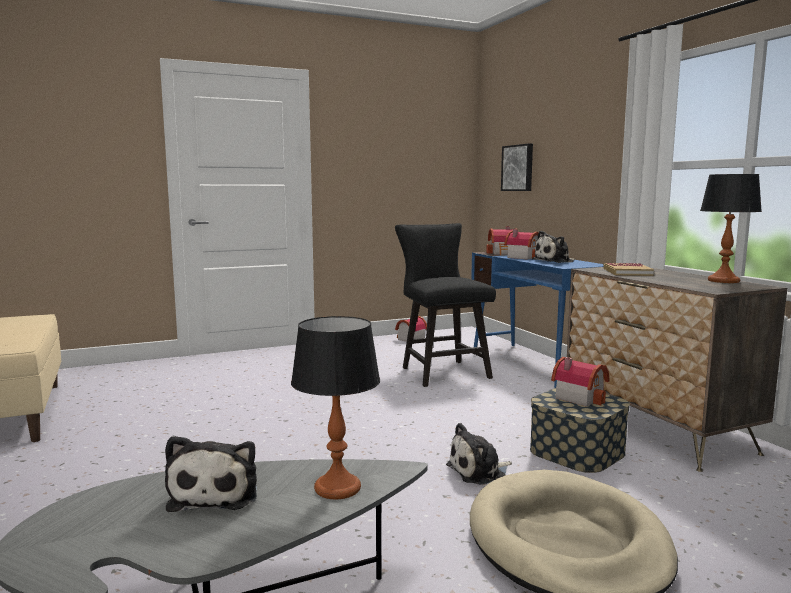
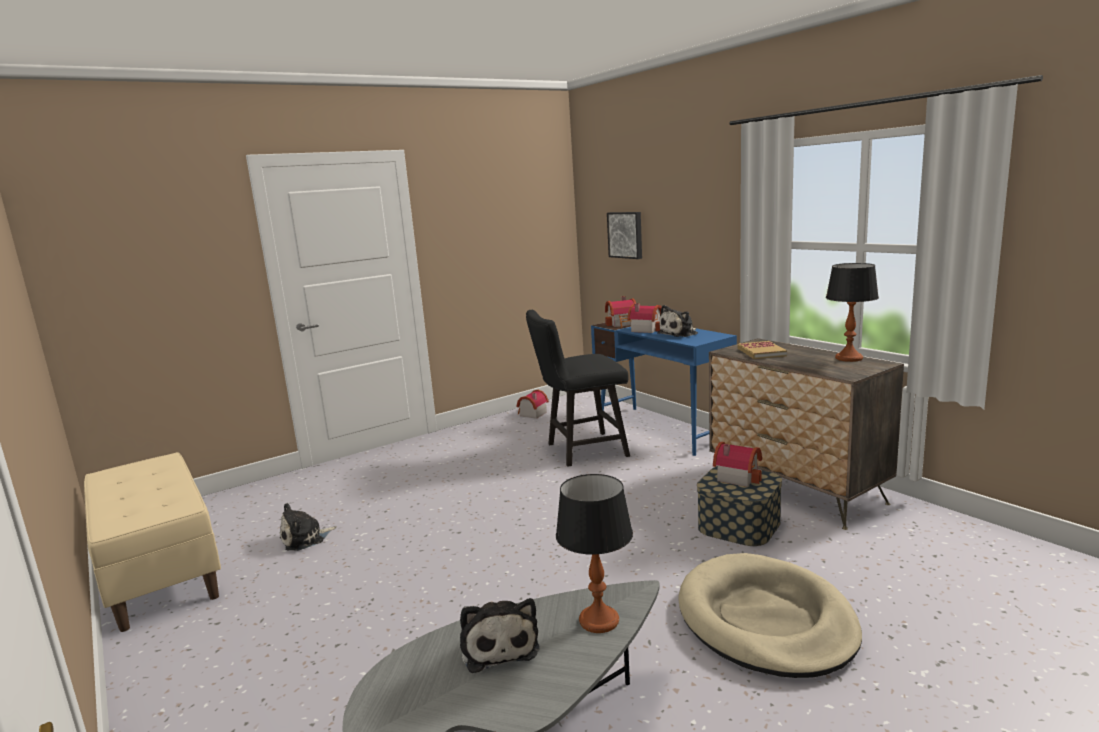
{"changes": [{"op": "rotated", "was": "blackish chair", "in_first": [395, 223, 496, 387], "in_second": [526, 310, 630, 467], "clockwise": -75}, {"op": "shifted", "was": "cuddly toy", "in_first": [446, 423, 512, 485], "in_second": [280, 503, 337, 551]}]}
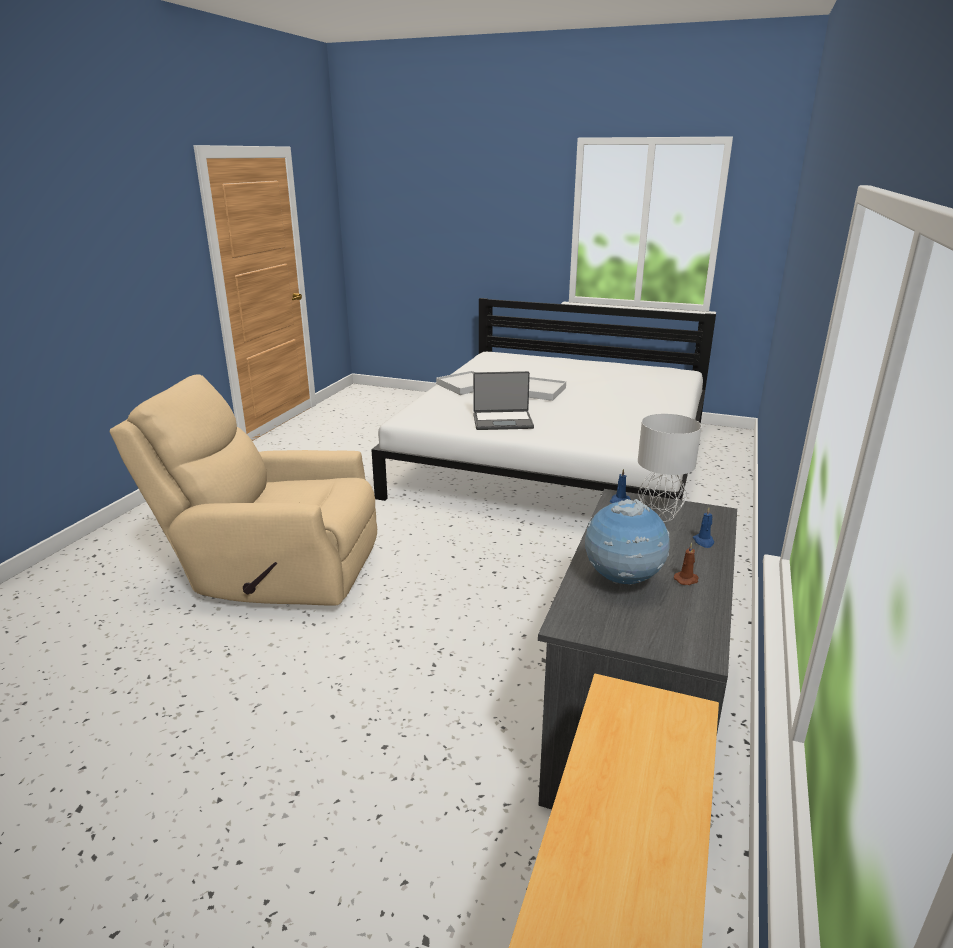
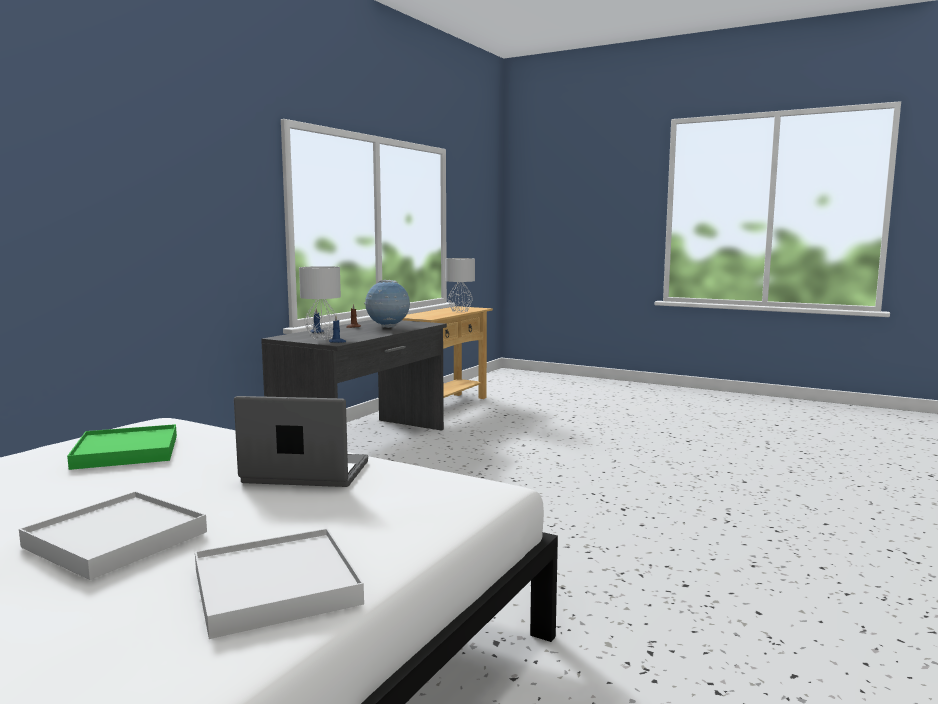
{"changes": [{"op": "gone", "was": "beige lounge chair", "in_first": [110, 374, 377, 606]}, {"op": "new", "now": "grey table lamp", "in_second": [445, 258, 475, 312]}, {"op": "new", "now": "green carrying tray", "in_second": [67, 424, 177, 470]}]}
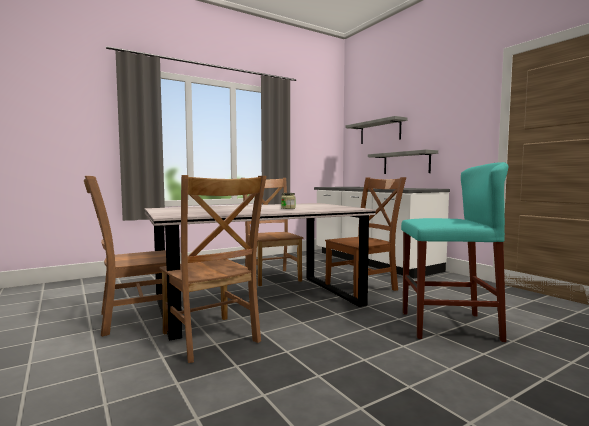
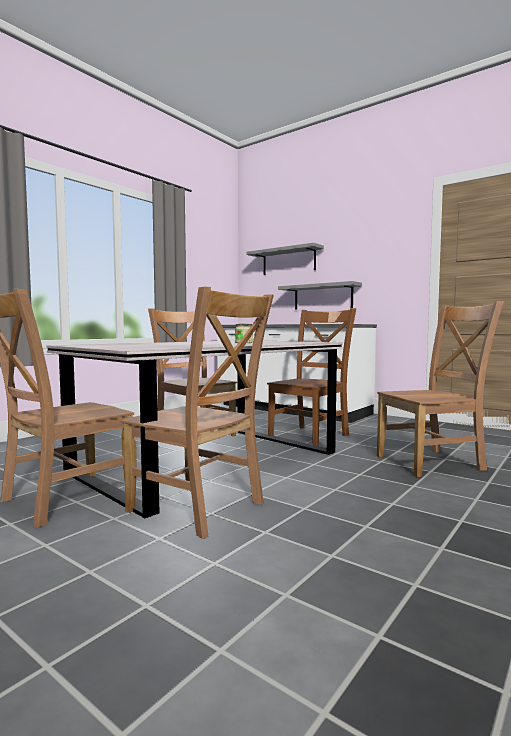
{"changes": [{"op": "swapped", "was": "blue-green sitting stool", "now": "brown chair", "in_first": [401, 162, 508, 342], "in_second": [377, 301, 504, 477]}]}
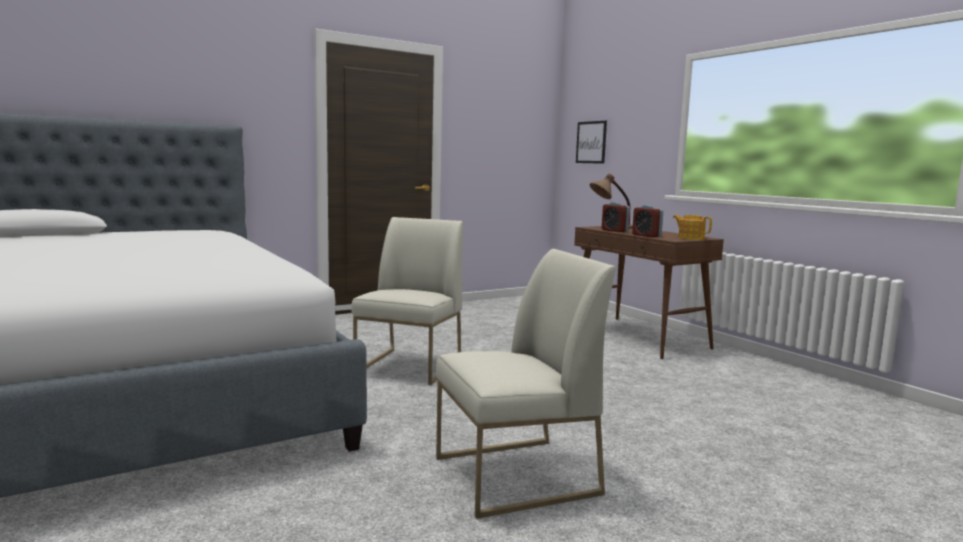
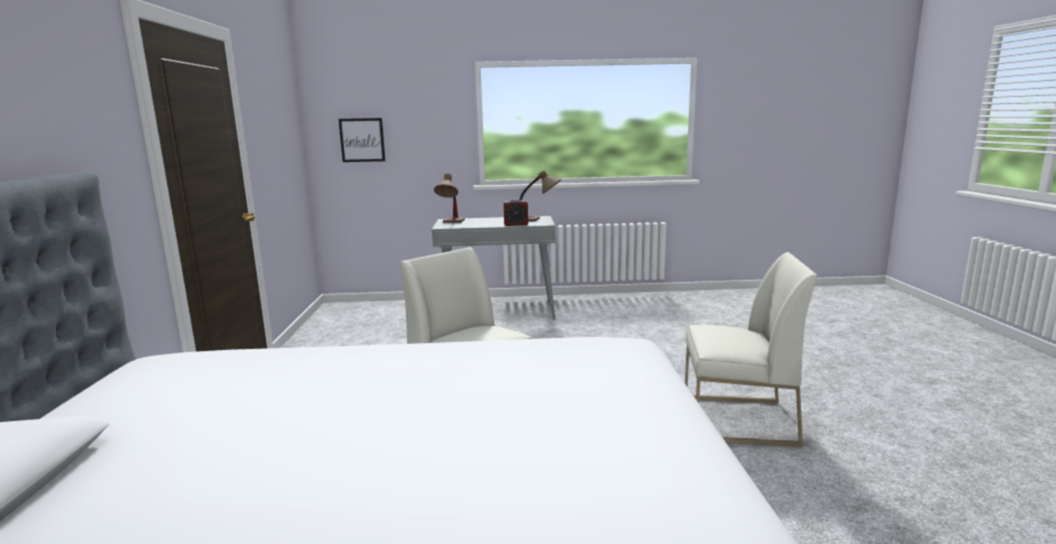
{"changes": [{"op": "gone", "was": "bedside clock", "in_first": [602, 202, 630, 232]}, {"op": "swapped", "was": "teapot", "now": "table lamp", "in_first": [673, 215, 712, 240], "in_second": [520, 170, 561, 221]}, {"op": "repainted", "was": "brown narrow table", "now": "grey narrow table", "in_first": [574, 226, 724, 359], "in_second": [432, 216, 556, 319]}, {"op": "rotated", "was": "whitish chair", "in_first": [436, 249, 616, 519], "in_second": [685, 252, 817, 447], "clockwise": 90}]}
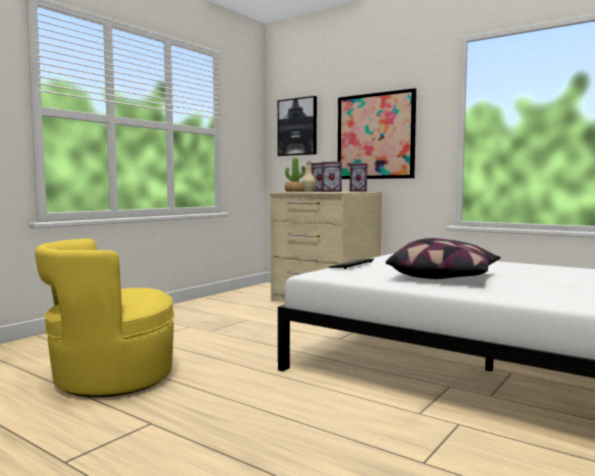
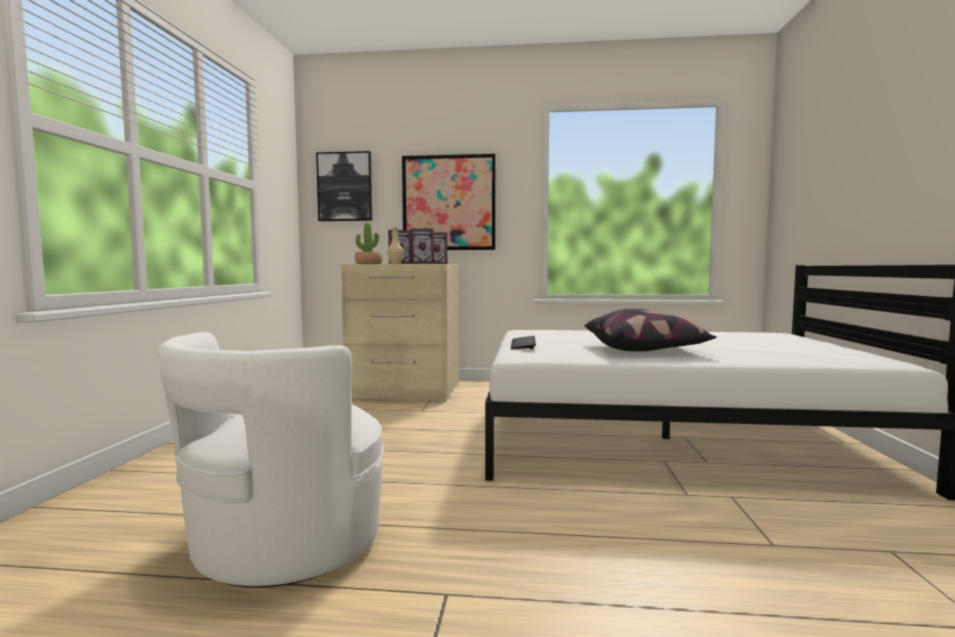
{"changes": [{"op": "repainted", "was": "yellowish lounge chair", "now": "whitish lounge chair", "in_first": [35, 239, 175, 397], "in_second": [158, 332, 384, 588]}]}
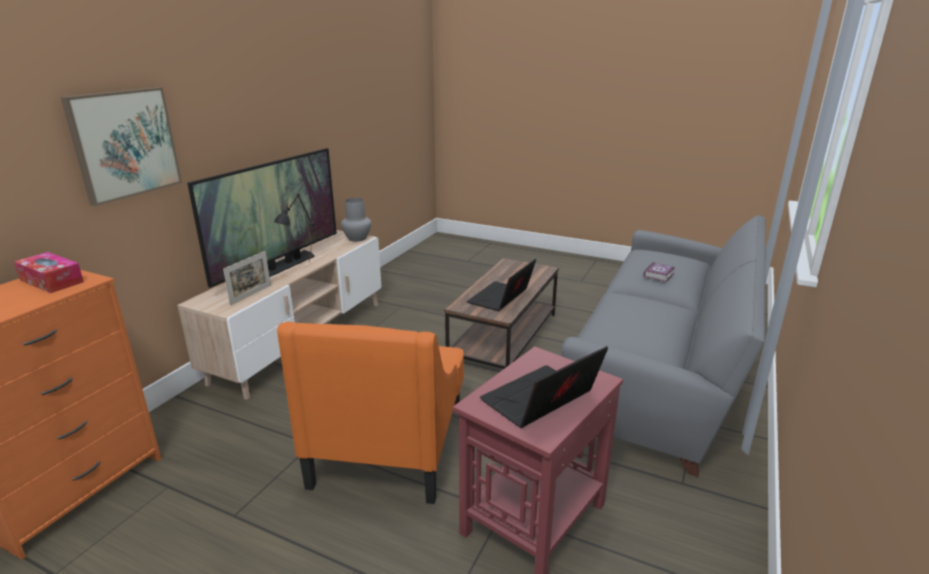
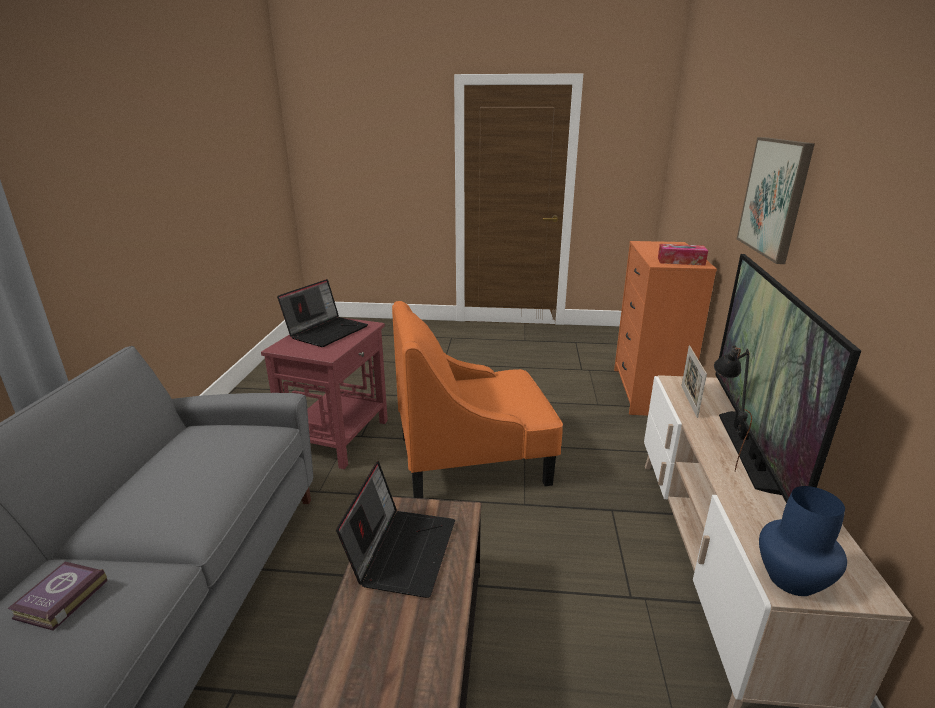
{"changes": [{"op": "repainted", "was": "grey decorative vase", "now": "bluish decorative vase", "in_first": [341, 198, 371, 242], "in_second": [759, 486, 847, 596]}, {"op": "rotated", "was": "orangey lounge chair", "in_first": [277, 322, 464, 504], "in_second": [392, 301, 563, 498], "clockwise": -90}]}
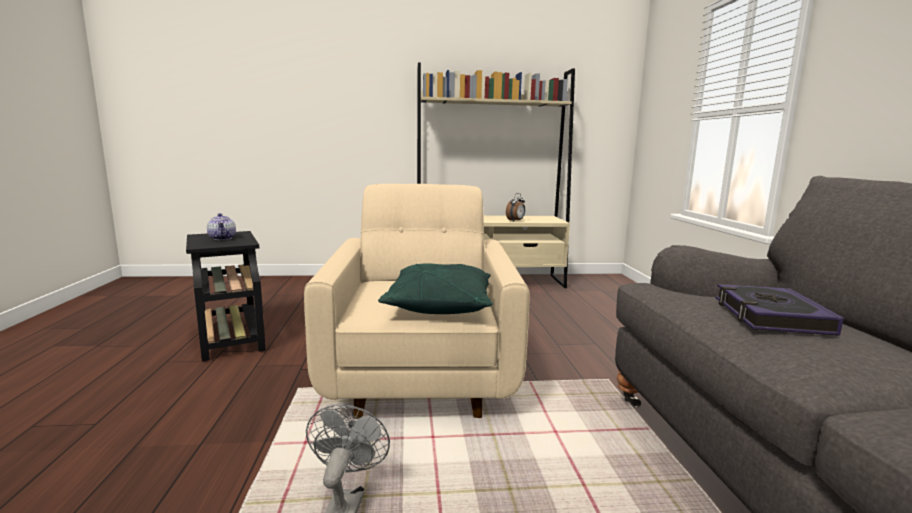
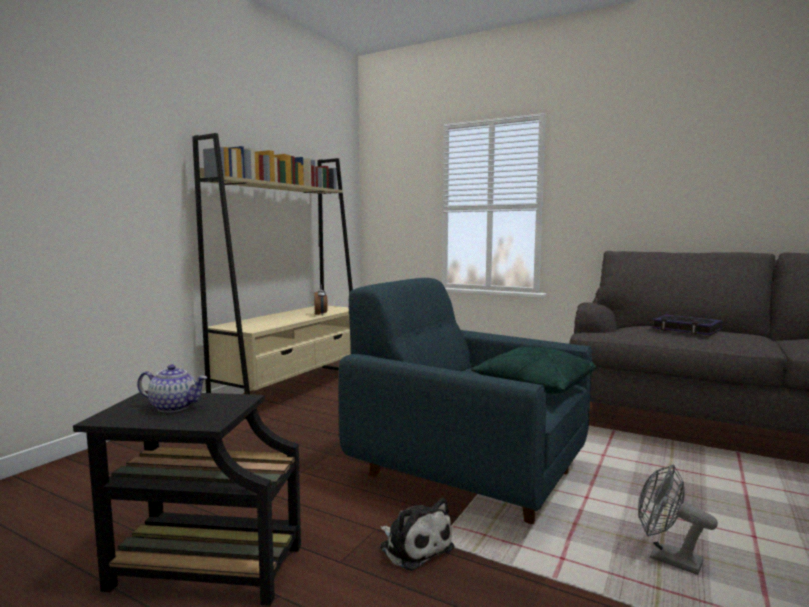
{"changes": [{"op": "repainted", "was": "beige lounge chair", "now": "bluish lounge chair", "in_first": [304, 184, 530, 419], "in_second": [338, 278, 592, 524]}, {"op": "new", "now": "cuddly toy", "in_second": [380, 498, 454, 571]}]}
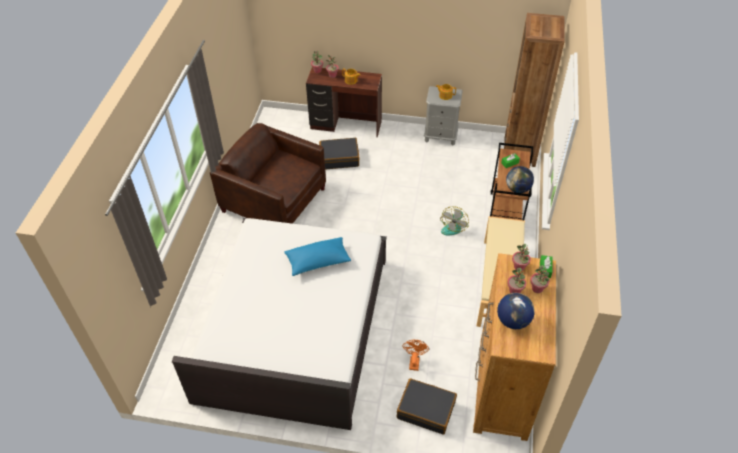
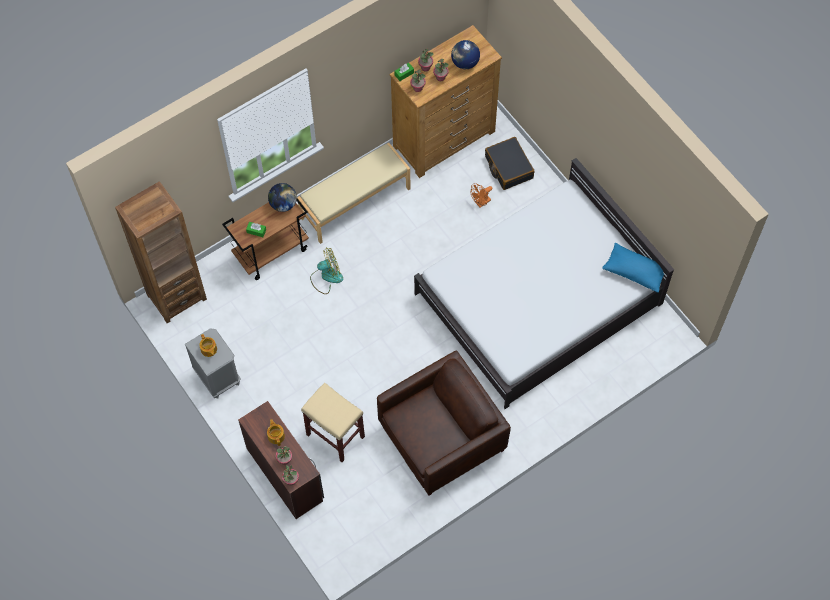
{"changes": [{"op": "rotated", "was": "brown lounge chair", "in_first": [210, 123, 326, 224], "in_second": [377, 350, 511, 496], "clockwise": -105}, {"op": "swapped", "was": "blackish suitcase", "now": "beige sitting stool", "in_first": [319, 138, 359, 169], "in_second": [301, 383, 365, 462]}, {"op": "shifted", "was": "bluish pillow", "in_first": [284, 237, 351, 276], "in_second": [602, 243, 664, 293]}]}
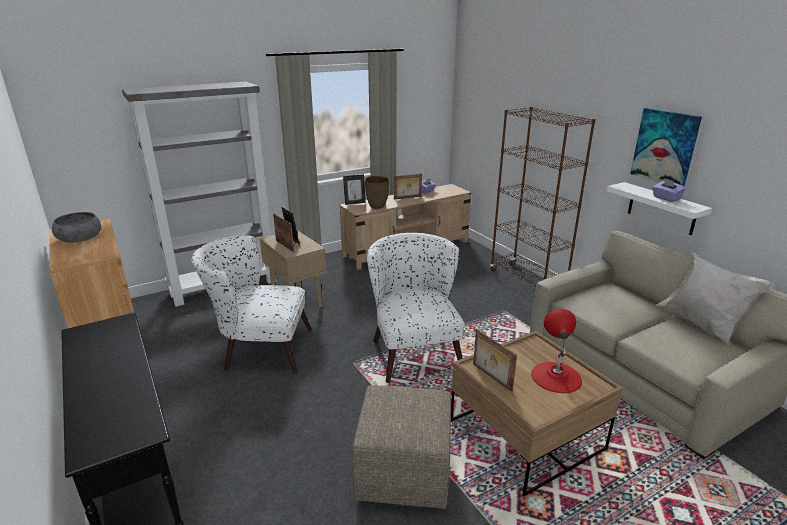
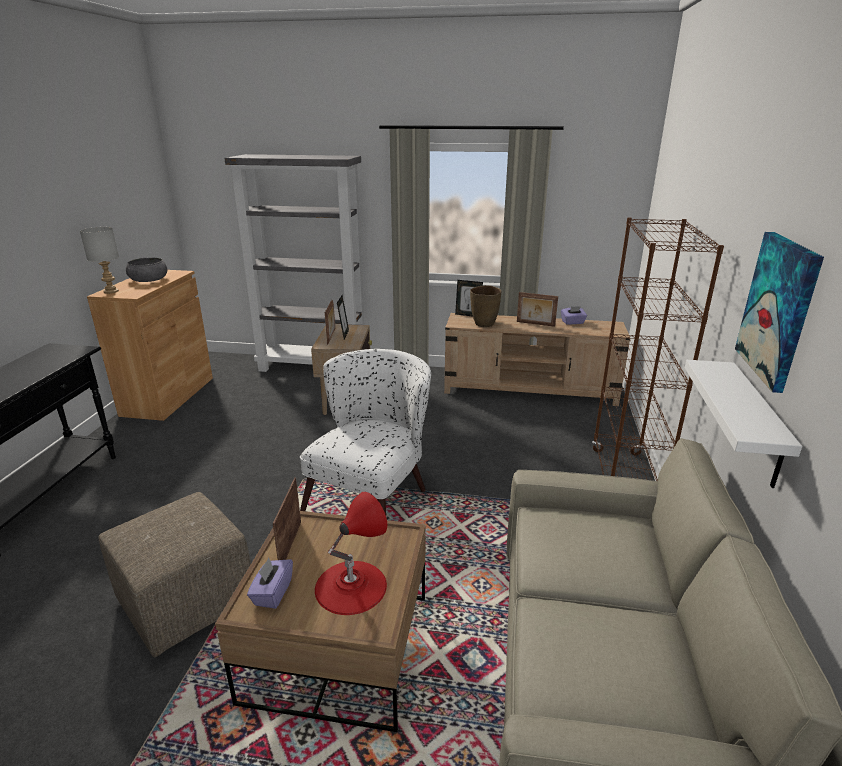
{"changes": [{"op": "shifted", "was": "purplish tissue box", "in_first": [652, 178, 686, 202], "in_second": [247, 558, 293, 609]}, {"op": "gone", "was": "whitish lounge chair", "in_first": [192, 235, 312, 374]}, {"op": "gone", "was": "whitish pillow", "in_first": [655, 252, 774, 346]}, {"op": "new", "now": "grey table lamp", "in_second": [80, 227, 119, 294]}]}
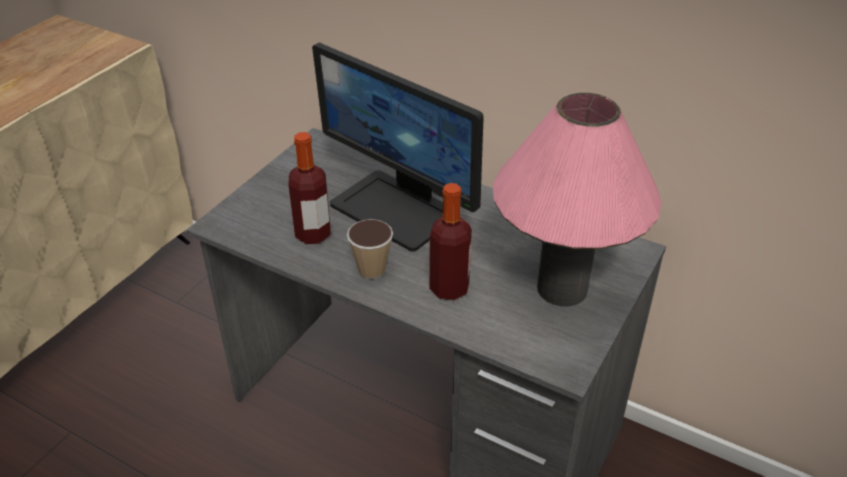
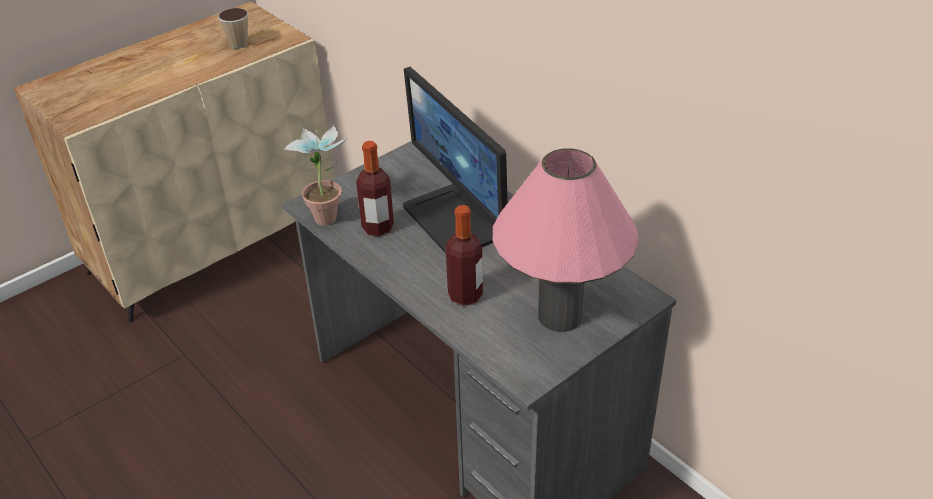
{"changes": [{"op": "shifted", "was": "drinking cup", "in_first": [347, 219, 393, 280], "in_second": [218, 8, 248, 49]}, {"op": "new", "now": "plant in a pot", "in_second": [284, 125, 346, 226]}]}
